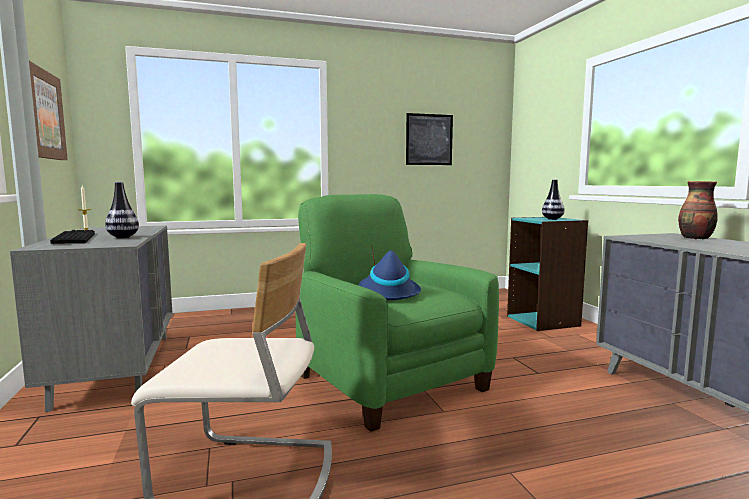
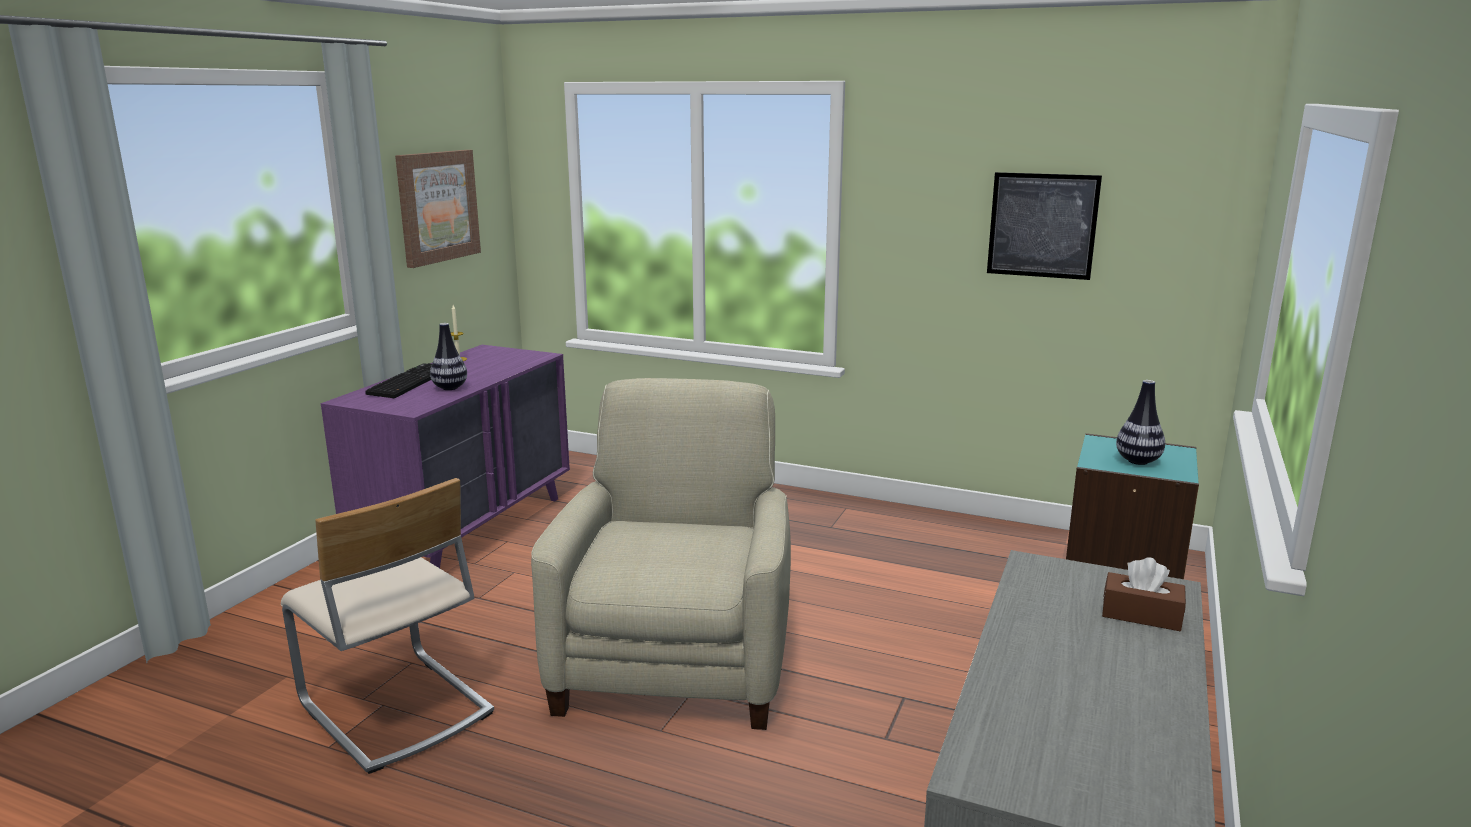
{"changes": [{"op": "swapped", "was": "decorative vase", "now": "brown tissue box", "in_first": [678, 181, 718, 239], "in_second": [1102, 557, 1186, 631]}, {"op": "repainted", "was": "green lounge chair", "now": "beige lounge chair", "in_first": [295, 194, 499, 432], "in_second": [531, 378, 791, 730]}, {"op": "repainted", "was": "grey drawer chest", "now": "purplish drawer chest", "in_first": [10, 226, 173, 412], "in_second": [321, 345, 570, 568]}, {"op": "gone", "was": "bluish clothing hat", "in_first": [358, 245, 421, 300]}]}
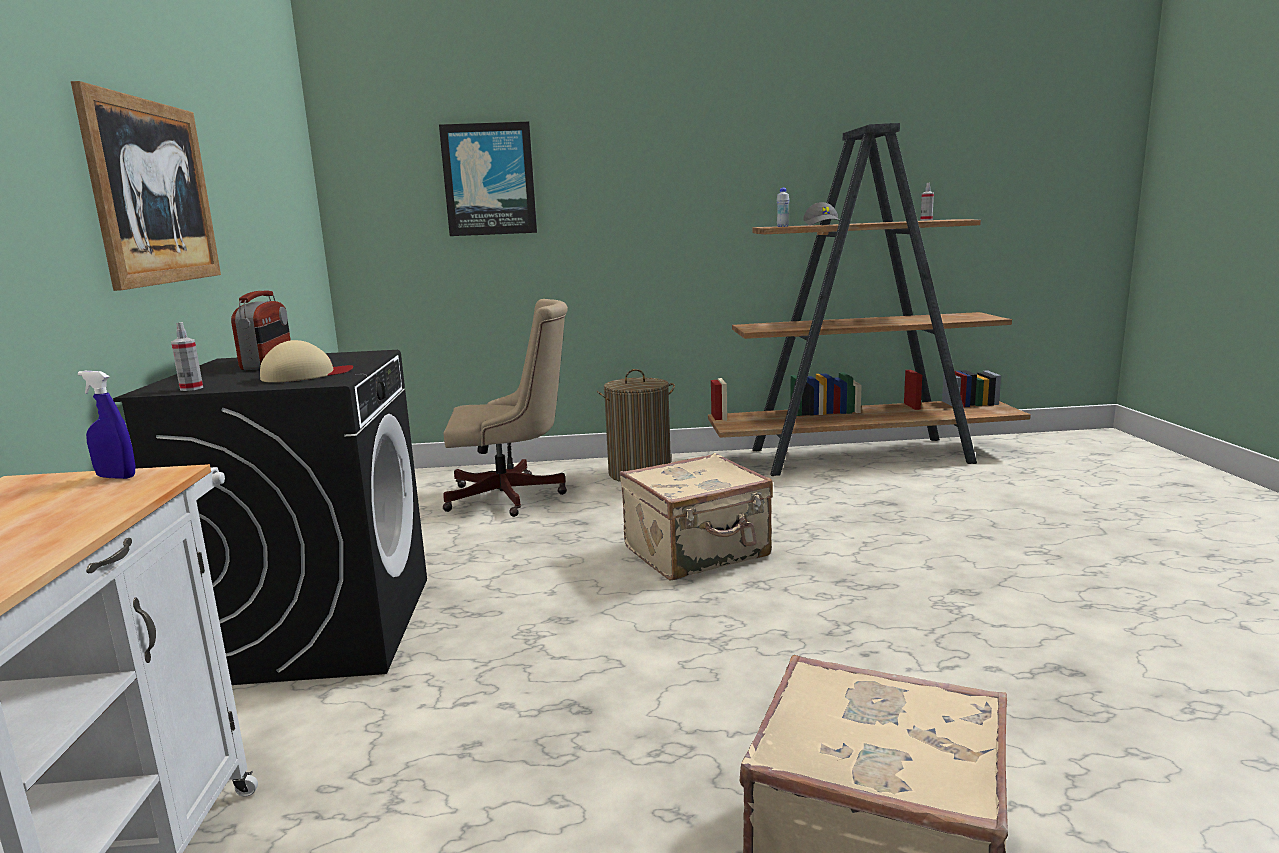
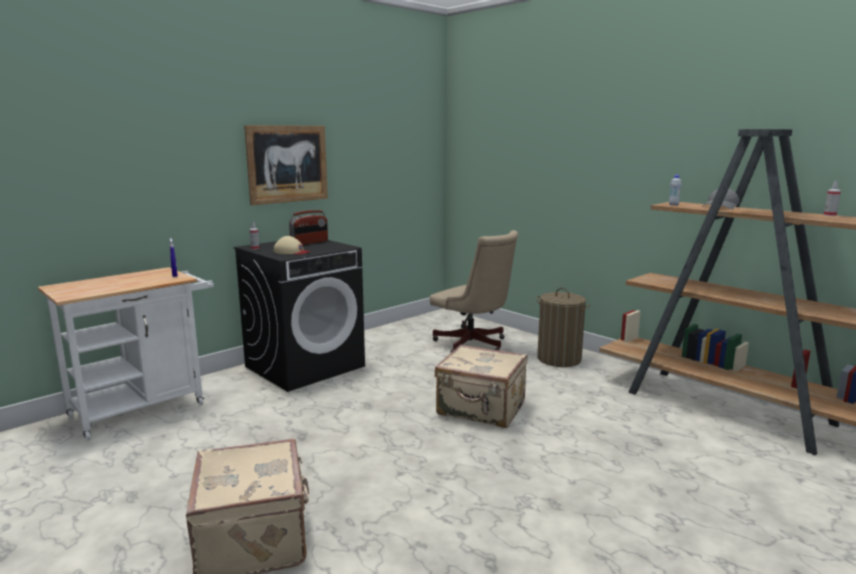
{"changes": [{"op": "gone", "was": "wall art", "in_first": [439, 122, 537, 236]}]}
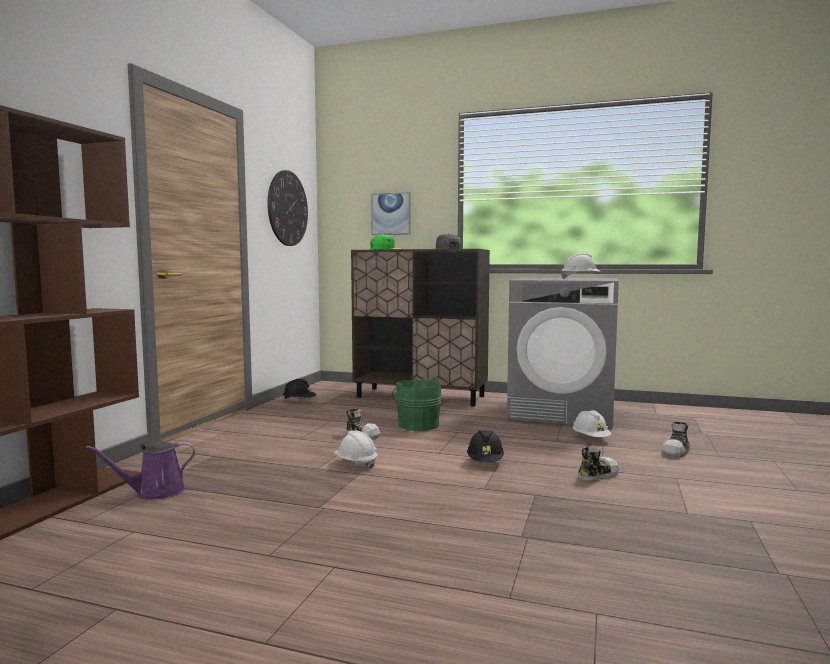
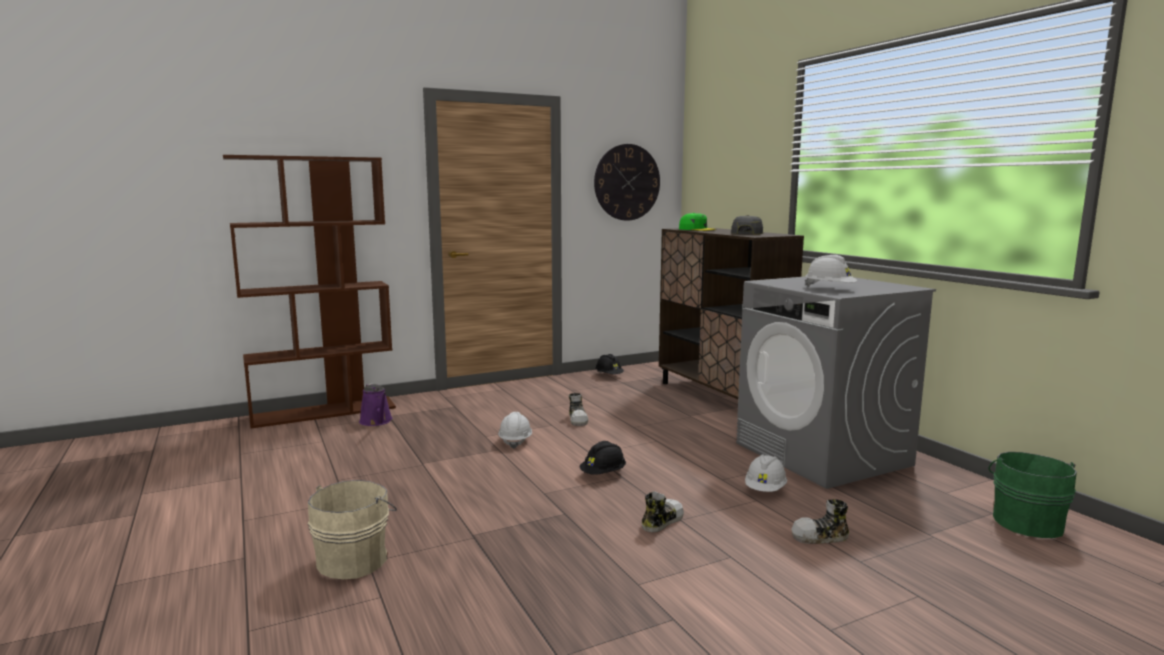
{"changes": [{"op": "gone", "was": "wall art", "in_first": [371, 192, 411, 235]}, {"op": "shifted", "was": "green bucket", "in_first": [391, 378, 442, 431], "in_second": [989, 452, 1077, 538]}, {"op": "rotated", "was": "purplish watering pot", "in_first": [86, 441, 195, 499], "in_second": [359, 383, 392, 426], "clockwise": -135}, {"op": "rotated", "was": "shoe", "in_first": [578, 446, 619, 481], "in_second": [642, 491, 684, 532], "clockwise": -60}, {"op": "new", "now": "beige bucket", "in_second": [308, 480, 397, 579]}]}
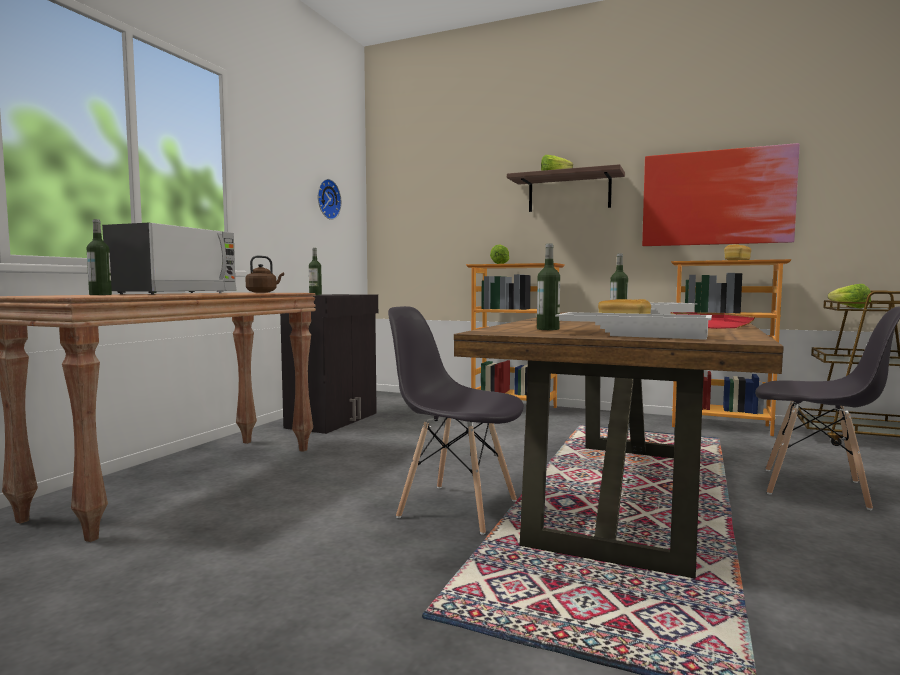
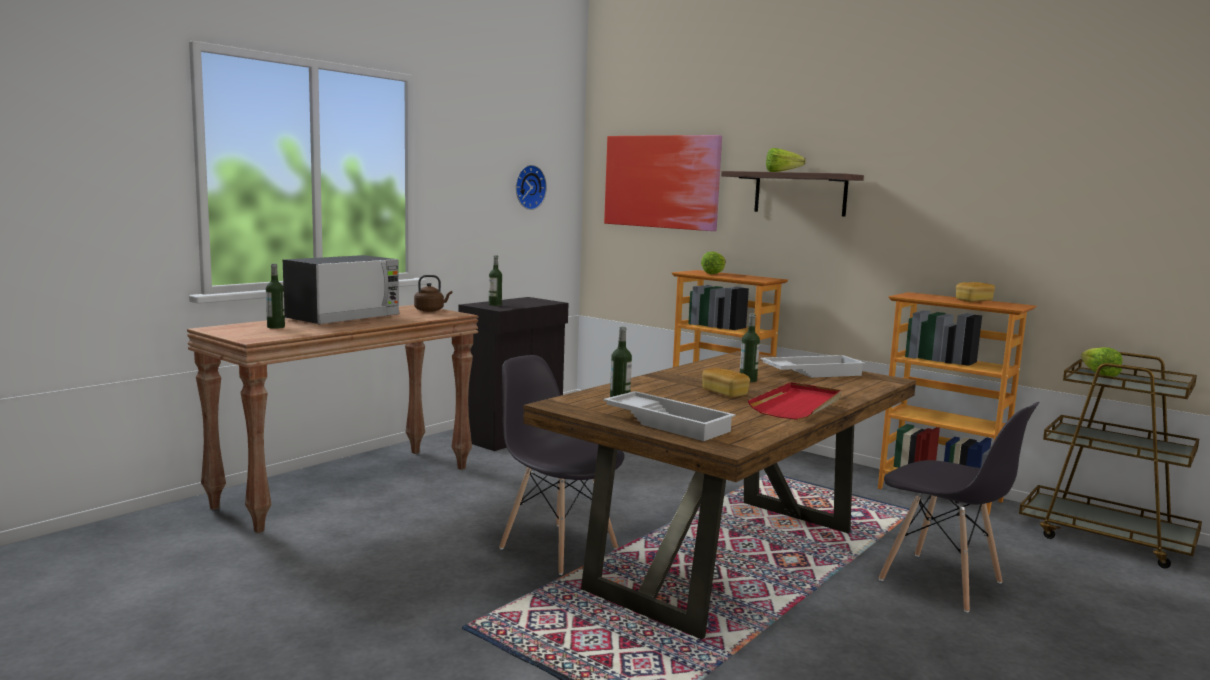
{"changes": [{"op": "shifted", "was": "wall art", "in_first": [642, 143, 800, 246], "in_second": [604, 135, 722, 231]}]}
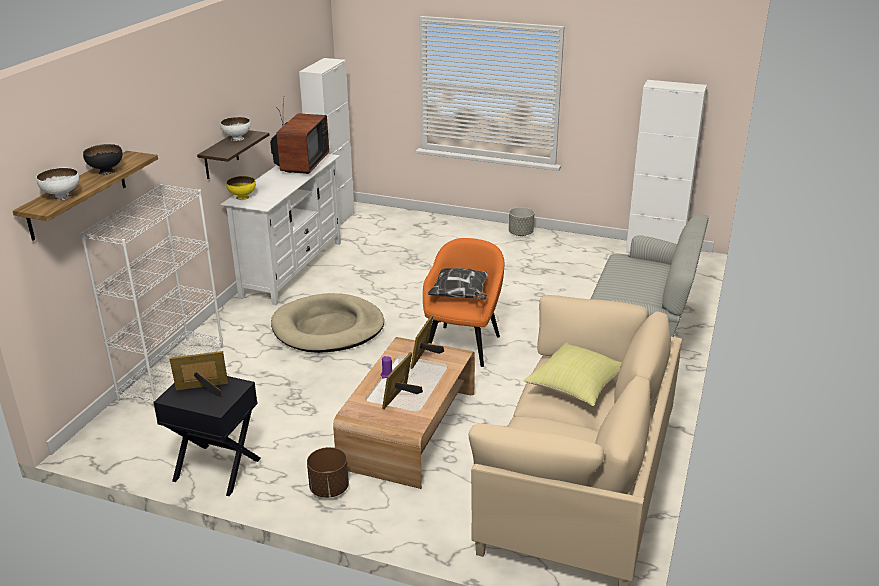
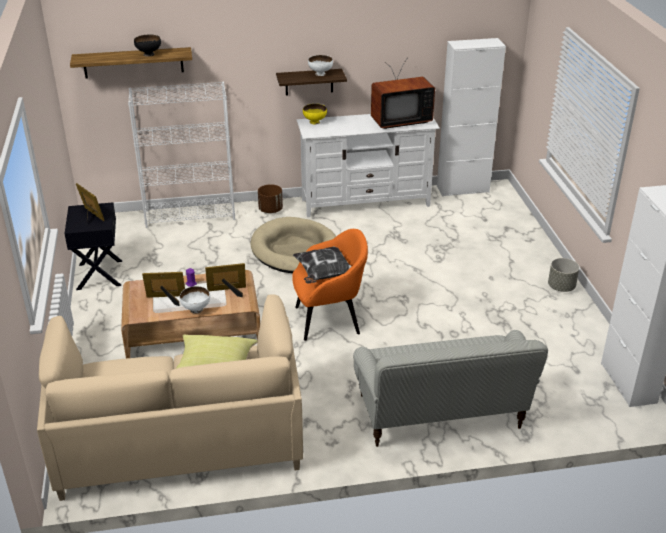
{"changes": [{"op": "shifted", "was": "whitish bowl", "in_first": [36, 168, 79, 200], "in_second": [180, 286, 210, 314]}, {"op": "shifted", "was": "brown planter", "in_first": [307, 447, 349, 498], "in_second": [258, 184, 283, 213]}]}
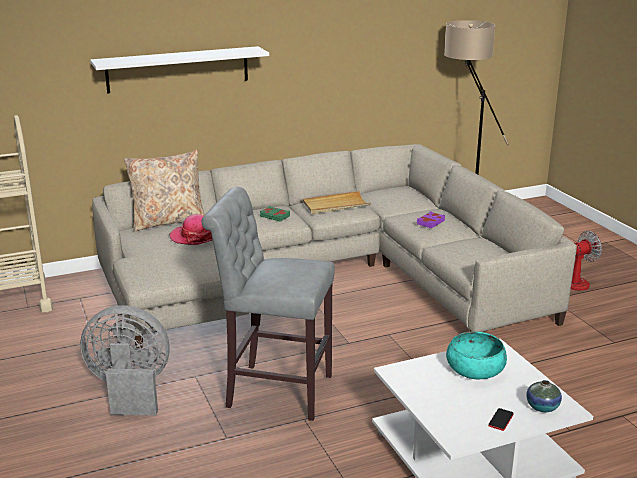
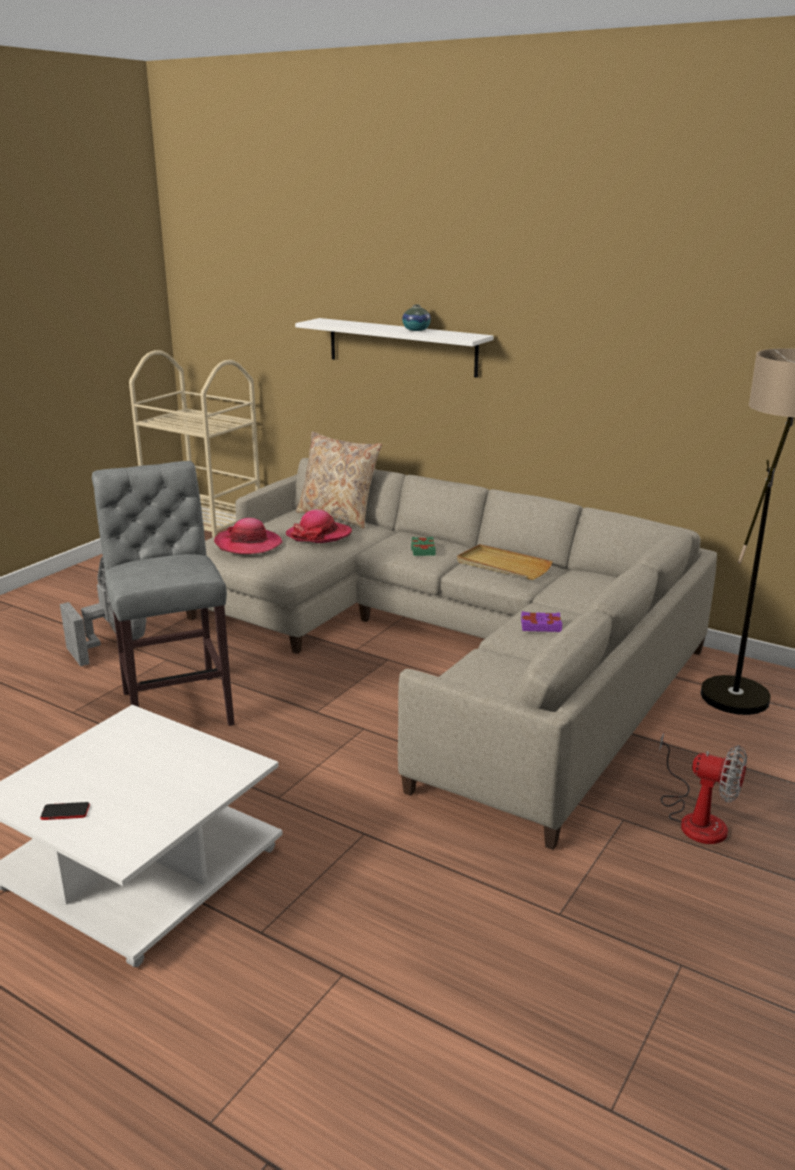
{"changes": [{"op": "gone", "was": "blue-green bowl", "in_first": [446, 331, 507, 379]}, {"op": "shifted", "was": "decorative vase", "in_first": [526, 380, 562, 412], "in_second": [402, 305, 431, 331]}, {"op": "new", "now": "clothing hat", "in_second": [214, 518, 282, 554]}]}
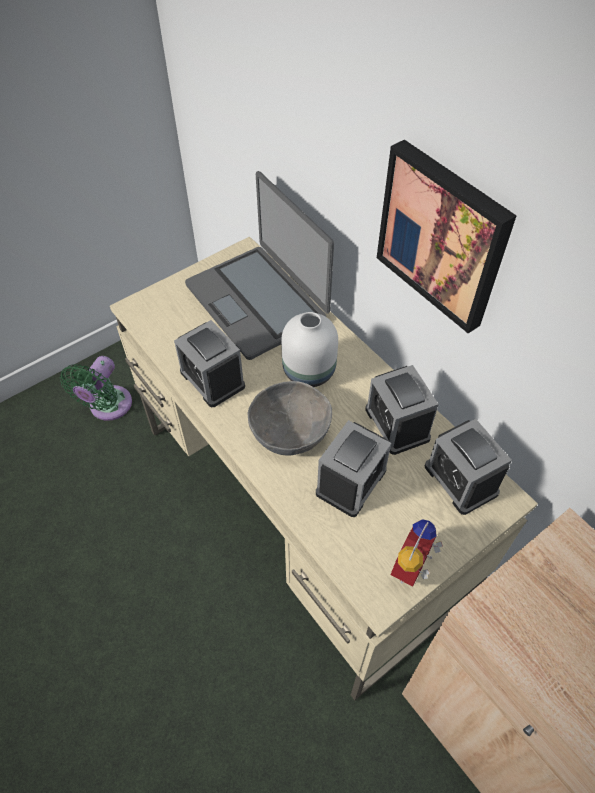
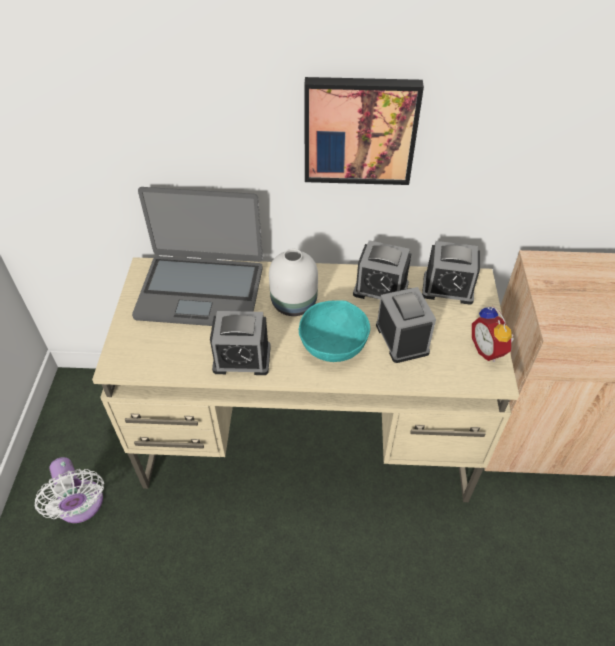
{"changes": [{"op": "repainted", "was": "green fan", "now": "whitish fan", "in_first": [60, 356, 132, 421], "in_second": [34, 457, 104, 523]}, {"op": "repainted", "was": "grey bowl", "now": "blue-green bowl", "in_first": [248, 381, 332, 455], "in_second": [299, 300, 370, 362]}]}
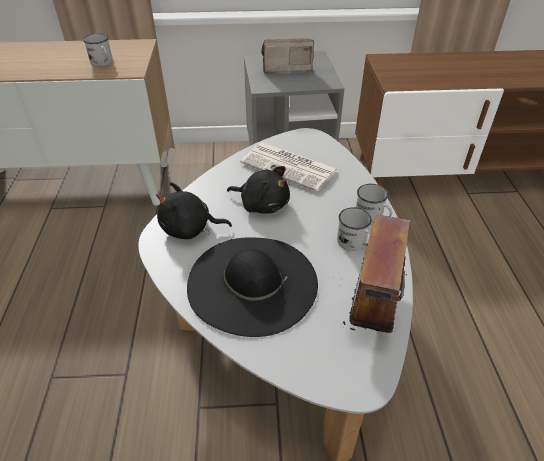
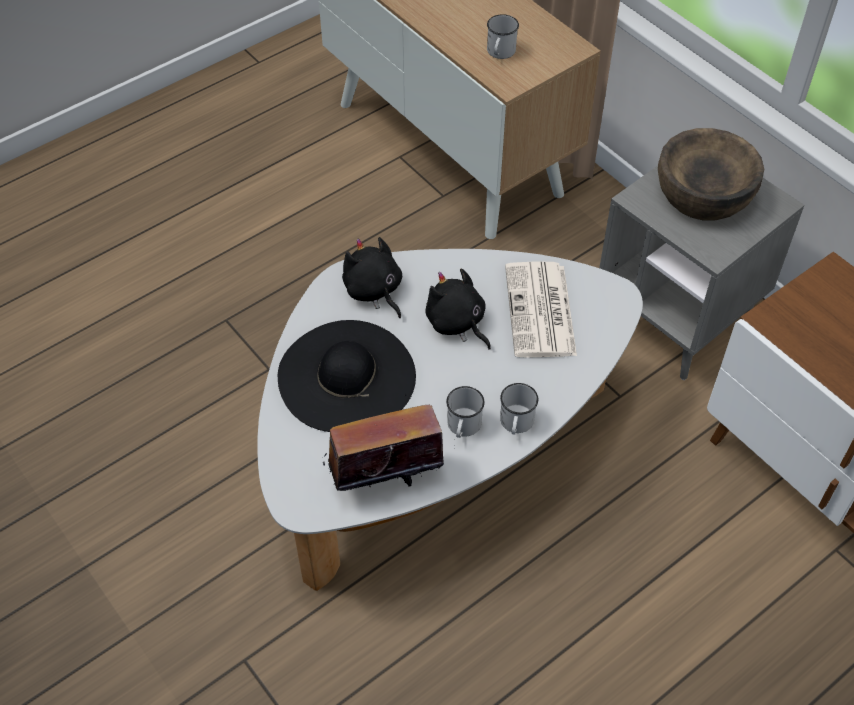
{"changes": [{"op": "swapped", "was": "radio", "now": "brown bowl", "in_first": [261, 38, 314, 74], "in_second": [658, 128, 764, 220]}, {"op": "rotated", "was": "blackish cuddly toy", "in_first": [227, 166, 290, 214], "in_second": [425, 269, 491, 350], "clockwise": 150}]}
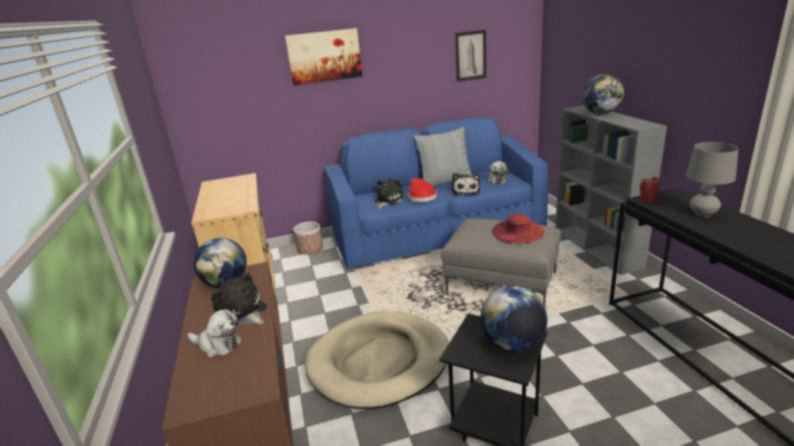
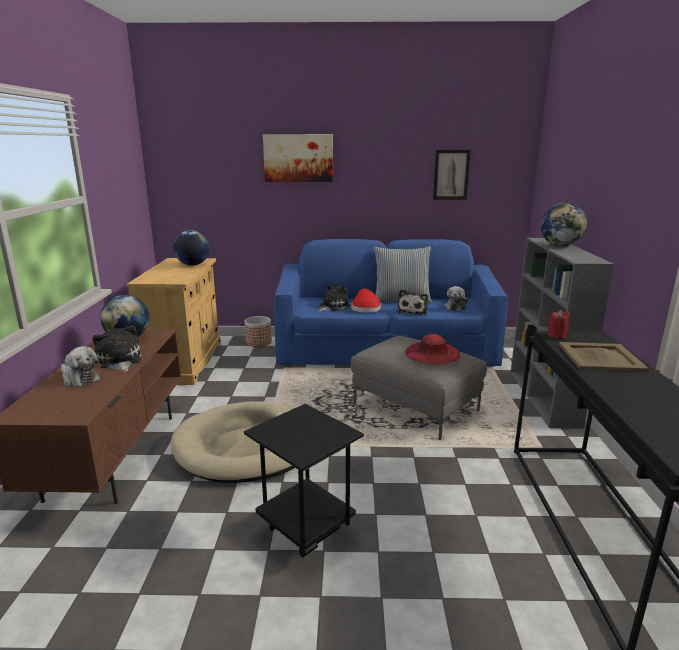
{"changes": [{"op": "swapped", "was": "grey table lamp", "now": "beige carrying tray", "in_first": [686, 142, 739, 217], "in_second": [559, 342, 649, 372]}, {"op": "shifted", "was": "world globe", "in_first": [480, 285, 547, 352], "in_second": [173, 230, 210, 266]}]}
